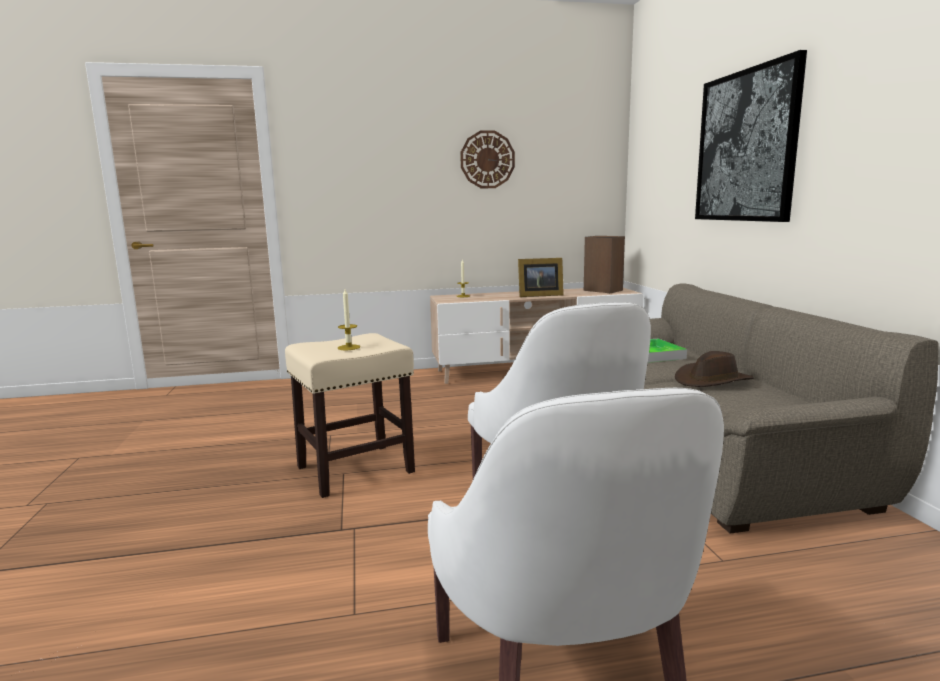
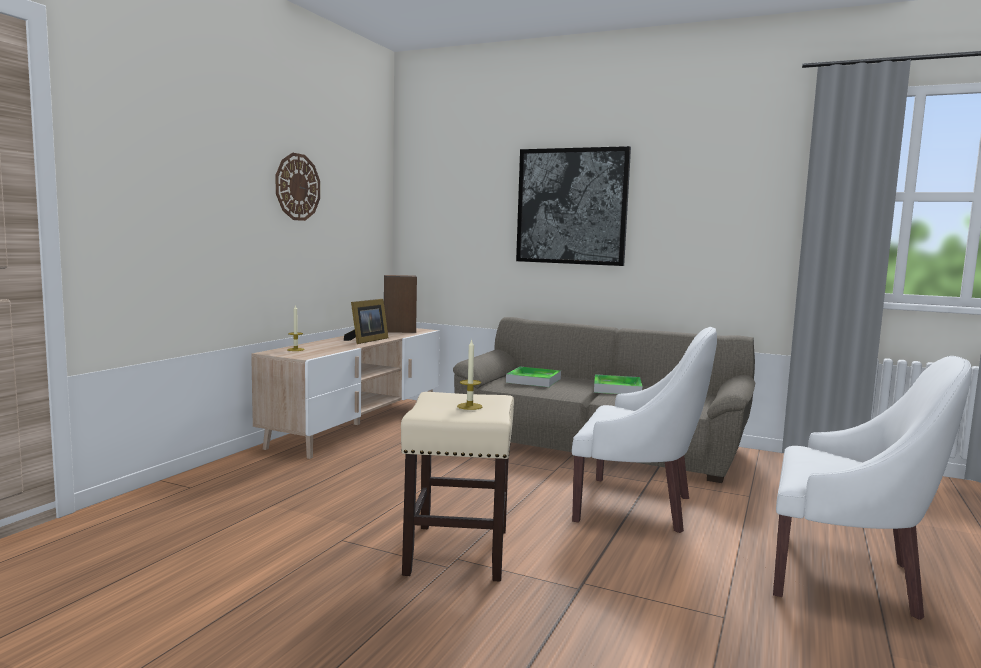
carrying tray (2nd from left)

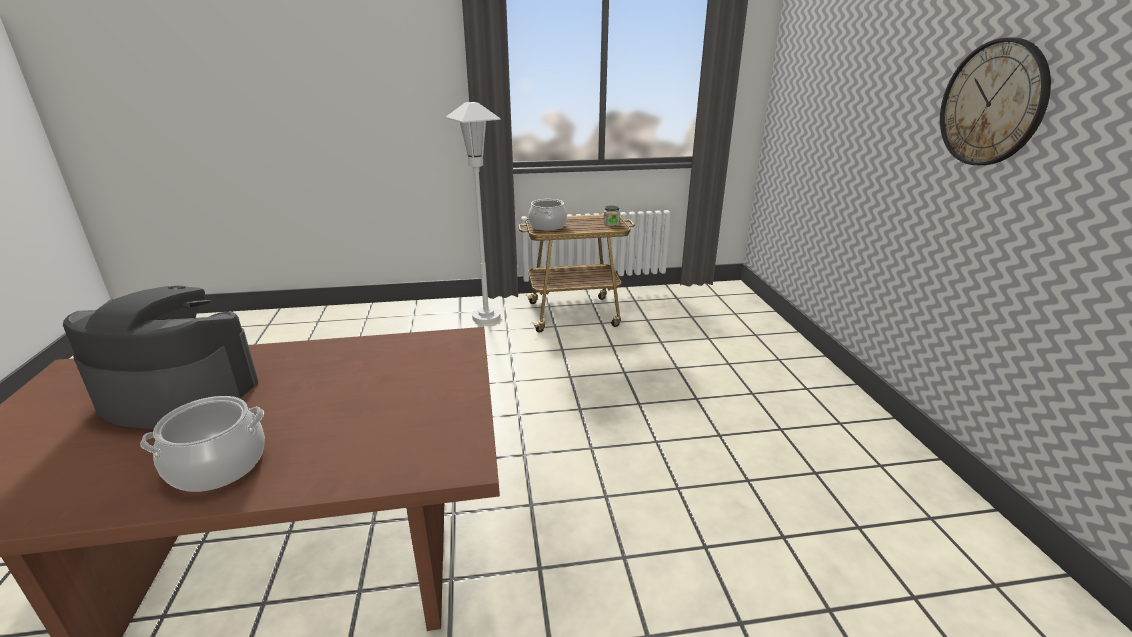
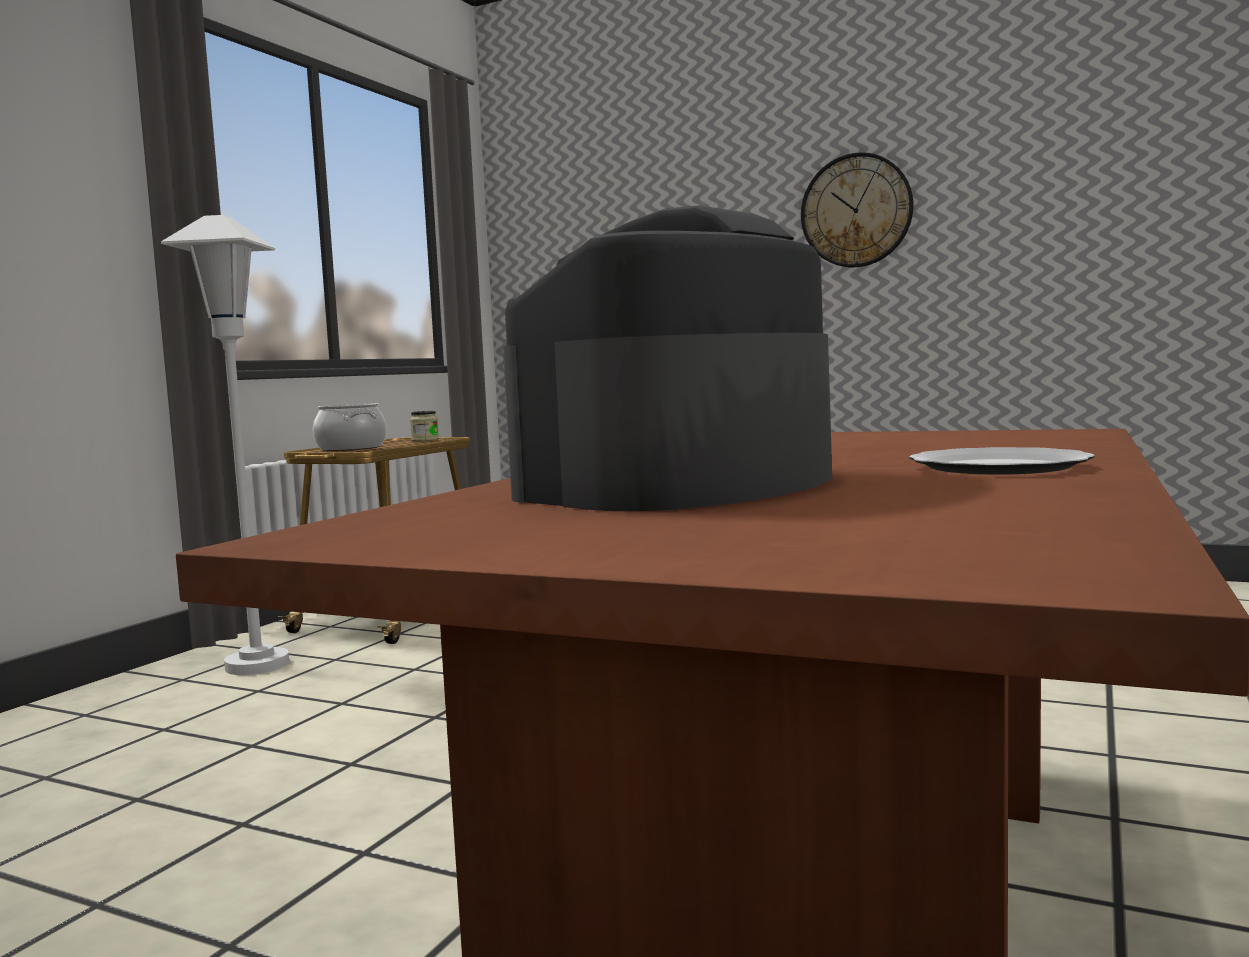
flat dish

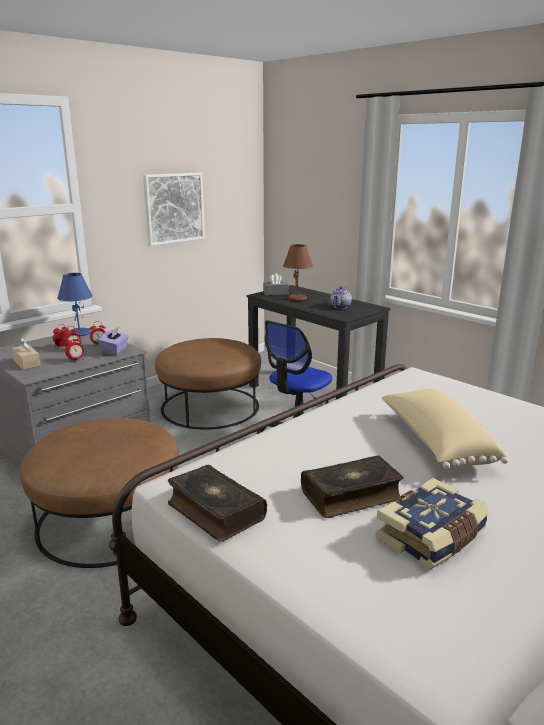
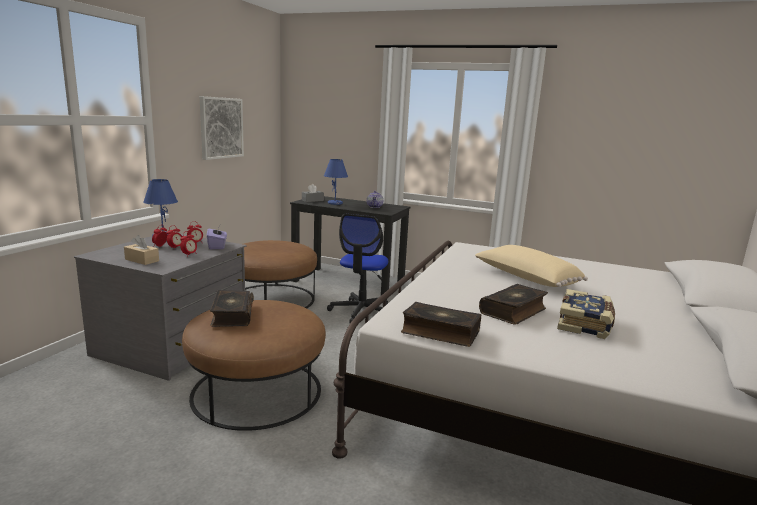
table lamp (bluish) (2nd from left)
book (1st from left)

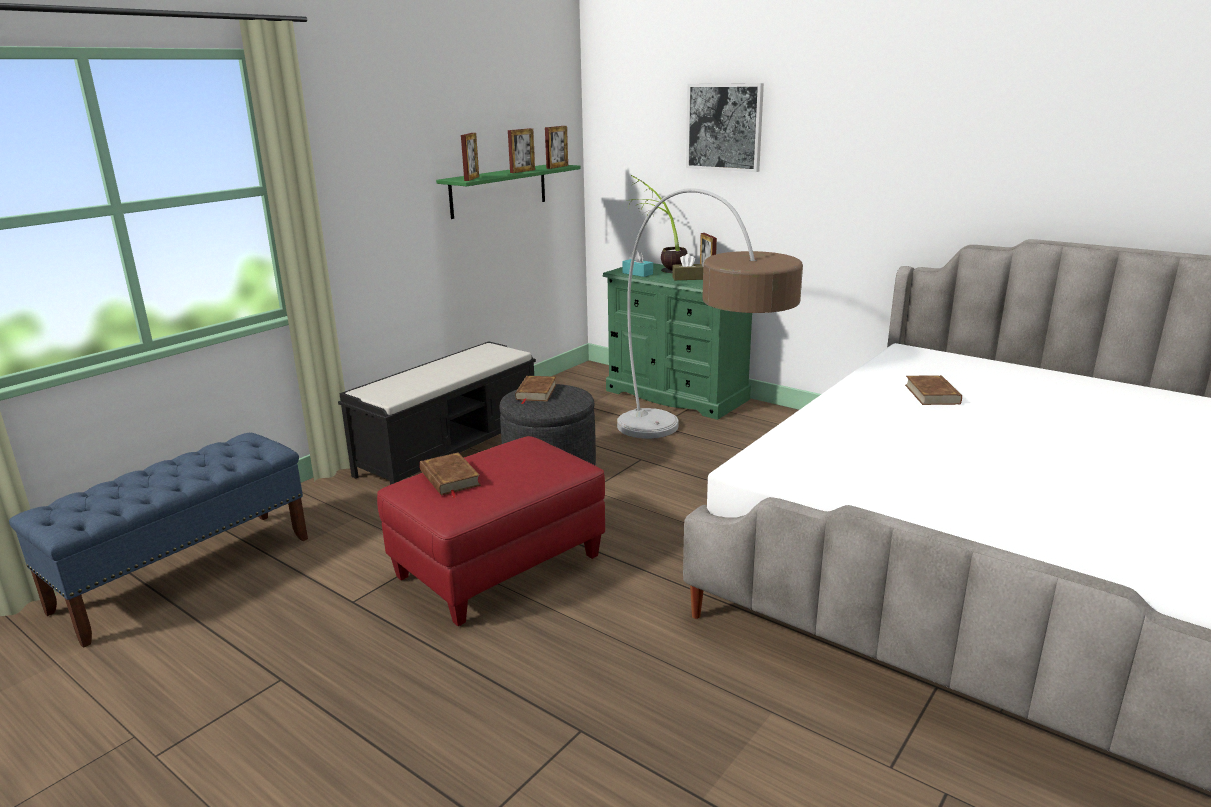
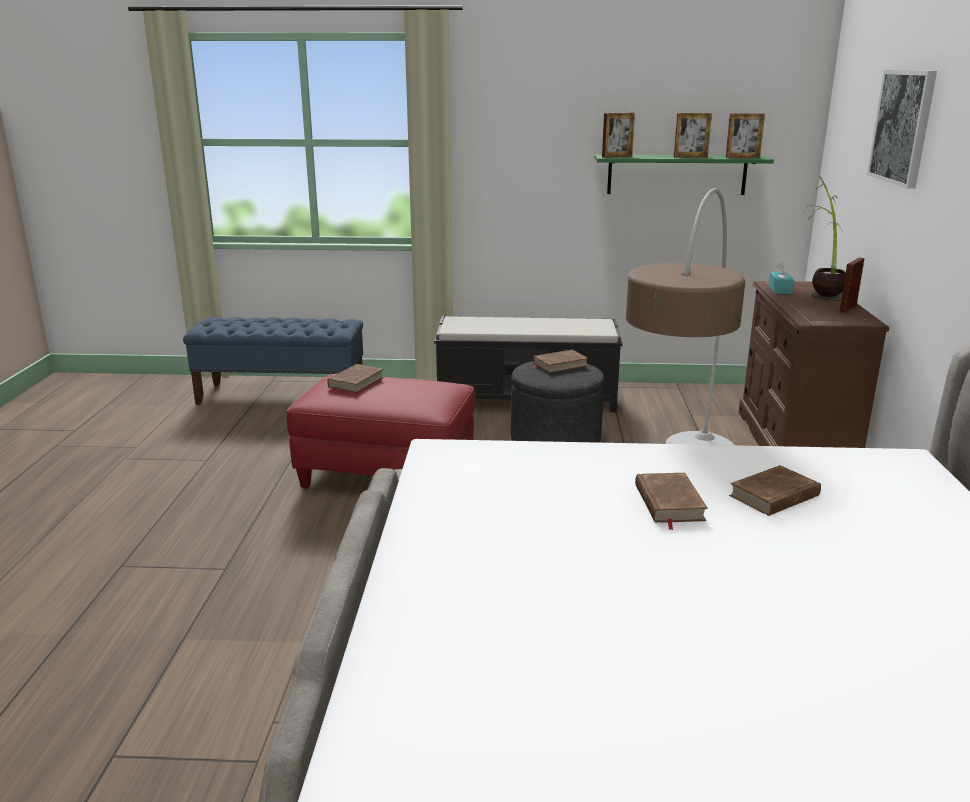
tissue box (brown)
chest of drawers (brown)
book (brown) (3rd from left)

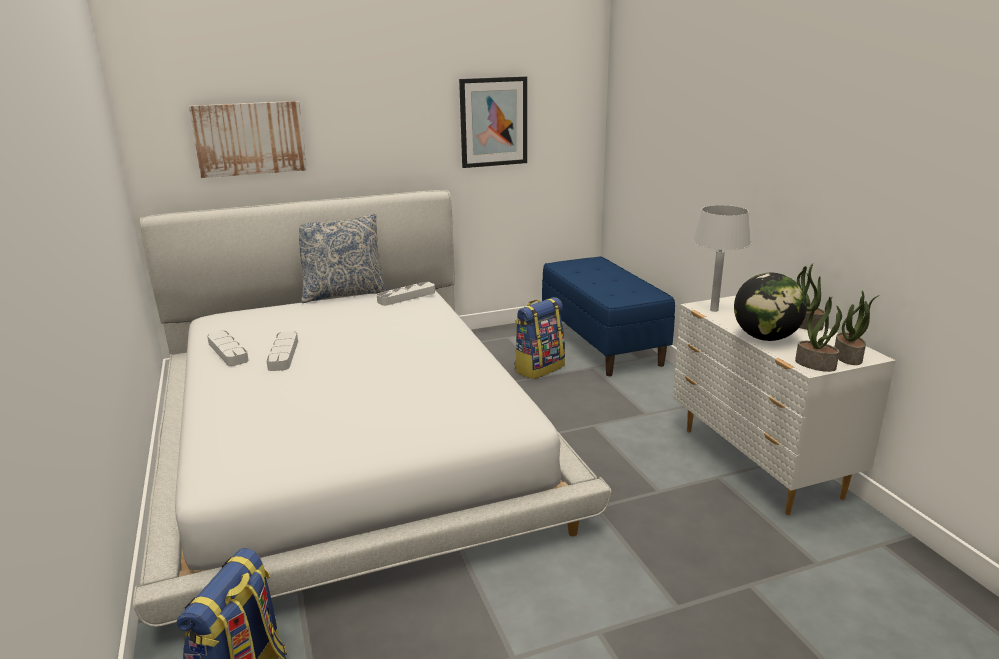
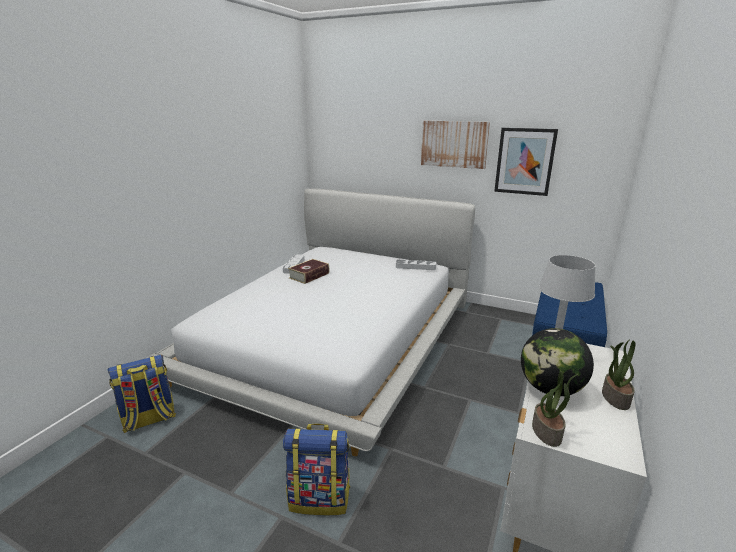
wall art (1st from left)
cushion
plant in a pot (3rd from left in the first image)
backpack (2nd from left)
book

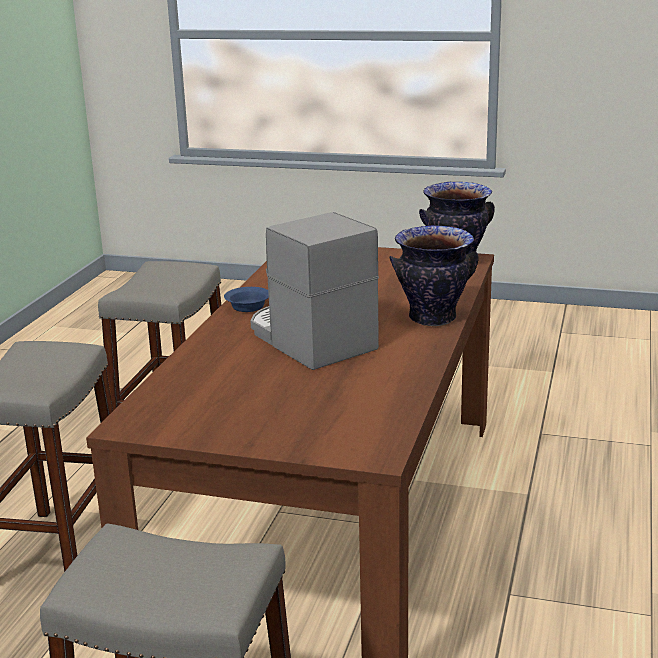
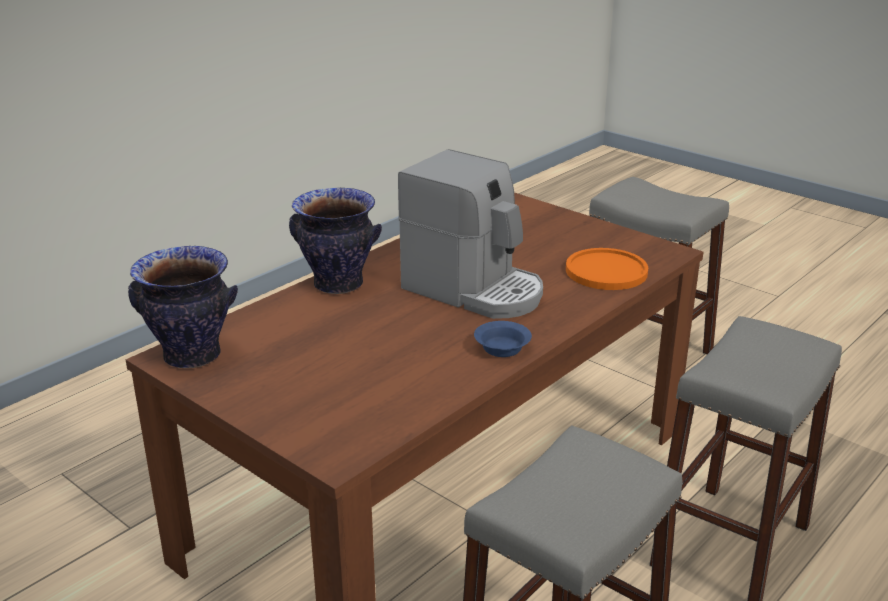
coffee machine
flat dish (orange)

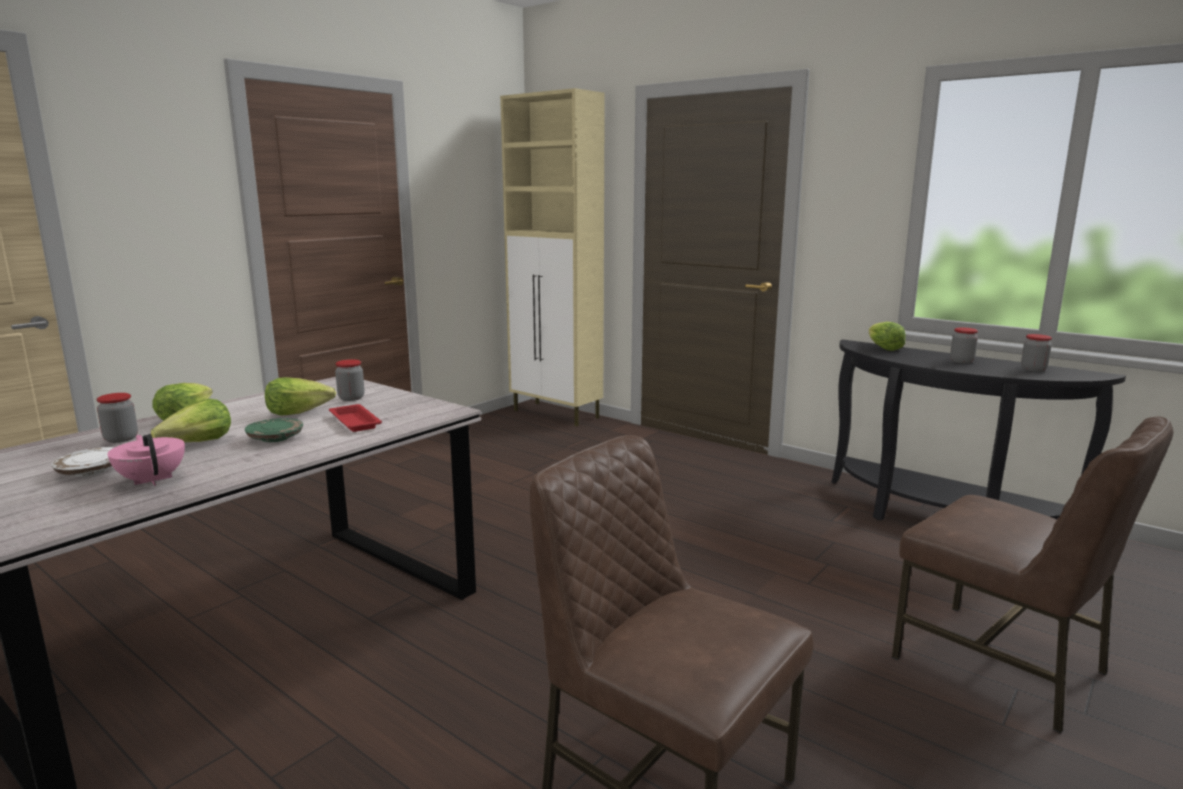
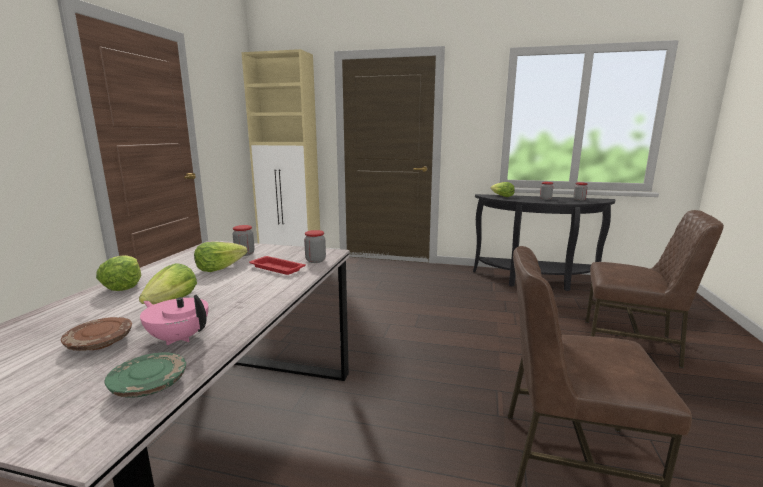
jar (2nd from left)
flat dish (greenish)
flat dish (brown)

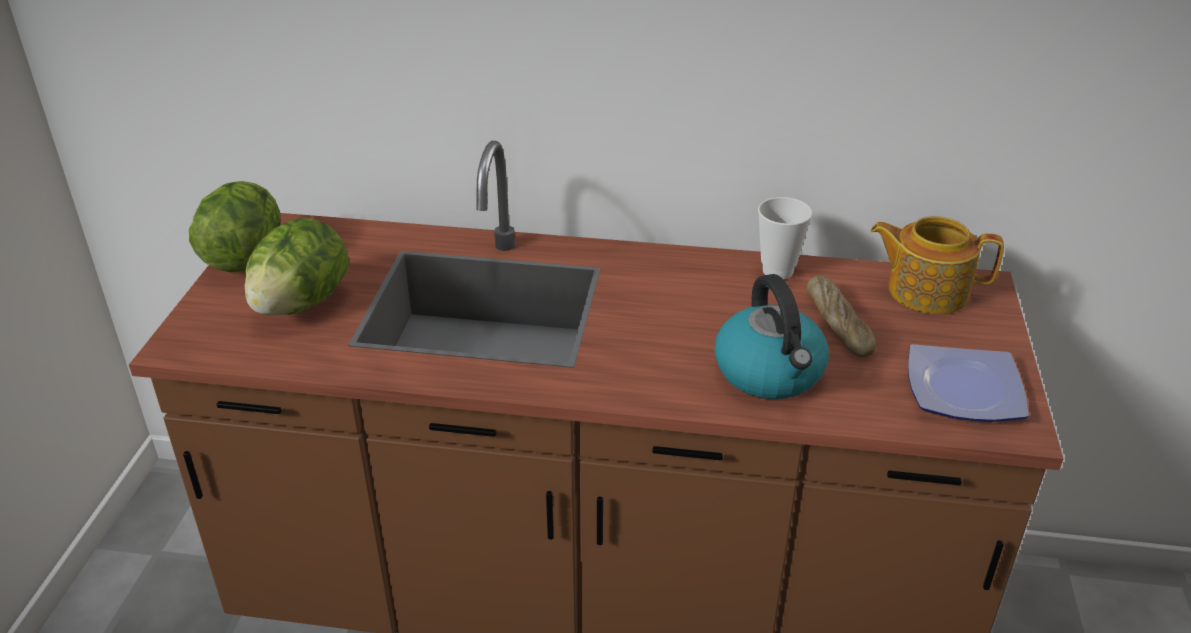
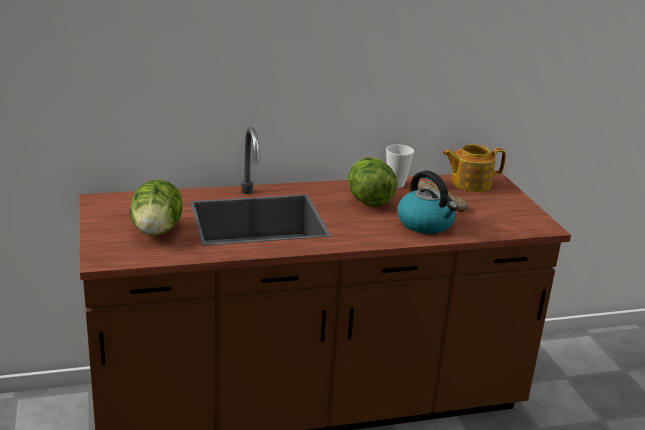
head of lettuce (2nd from left)
flat dish

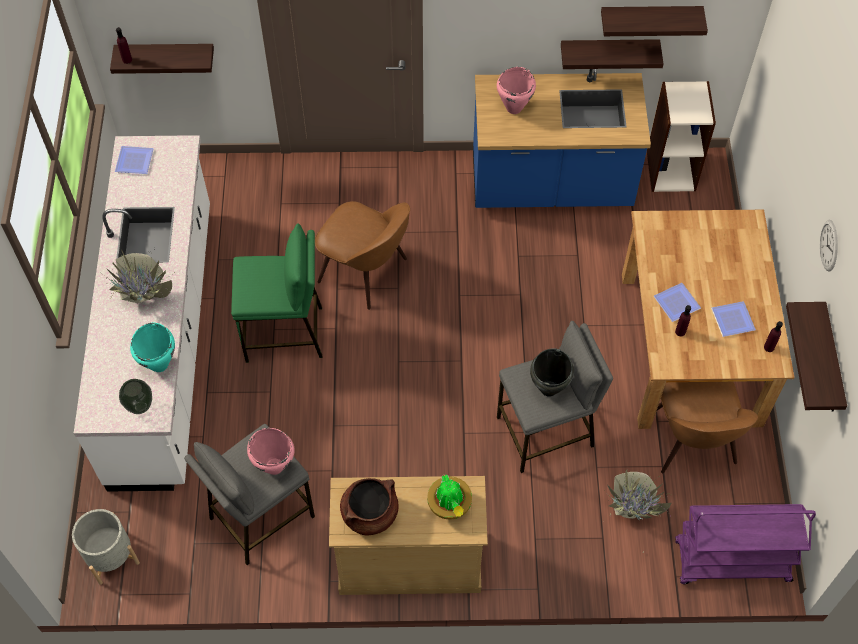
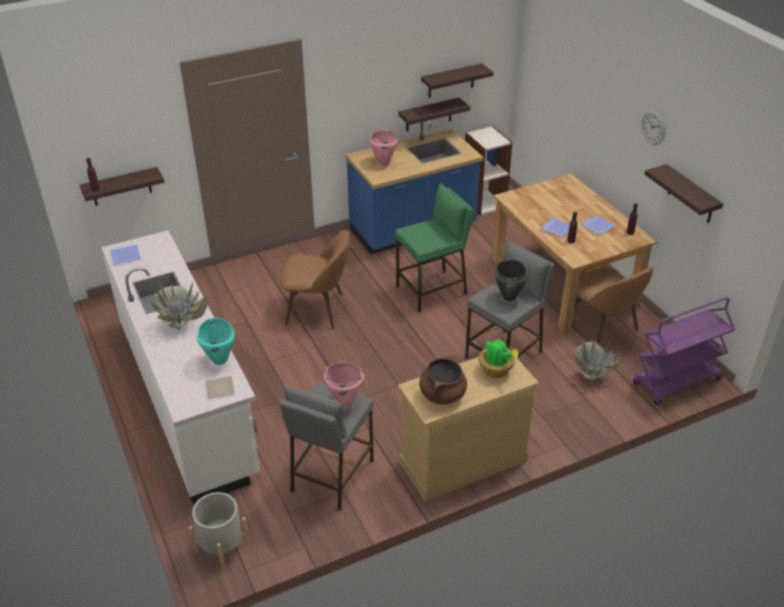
stool (greenish)
flat dish (2nd from left)

